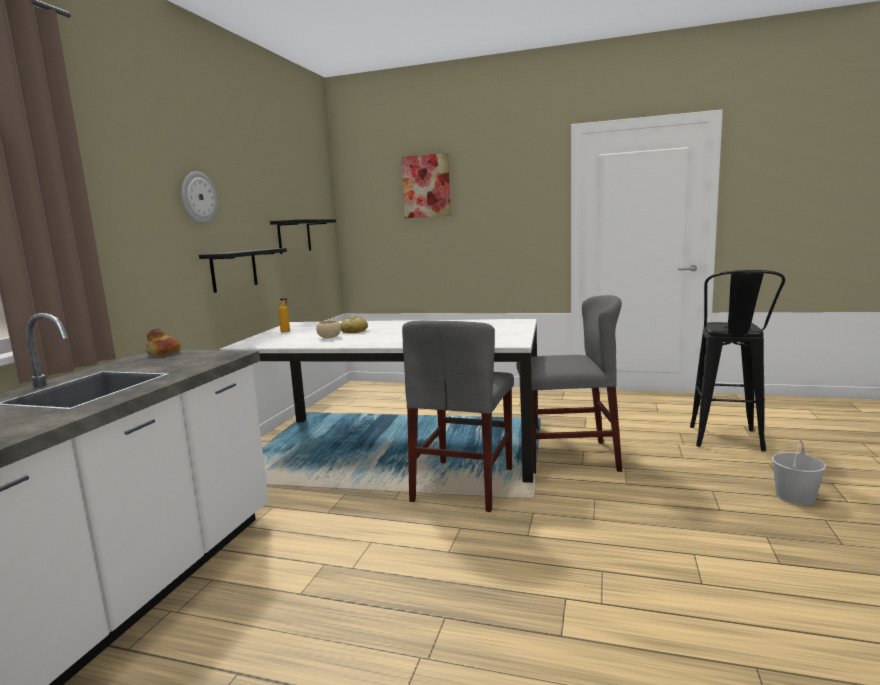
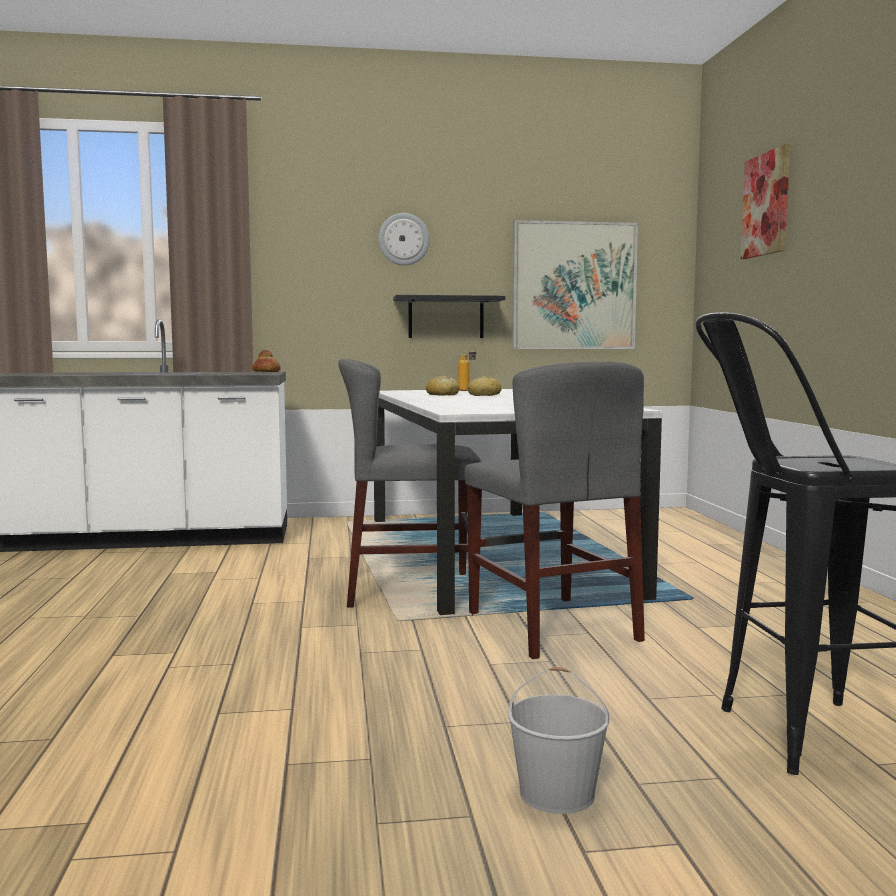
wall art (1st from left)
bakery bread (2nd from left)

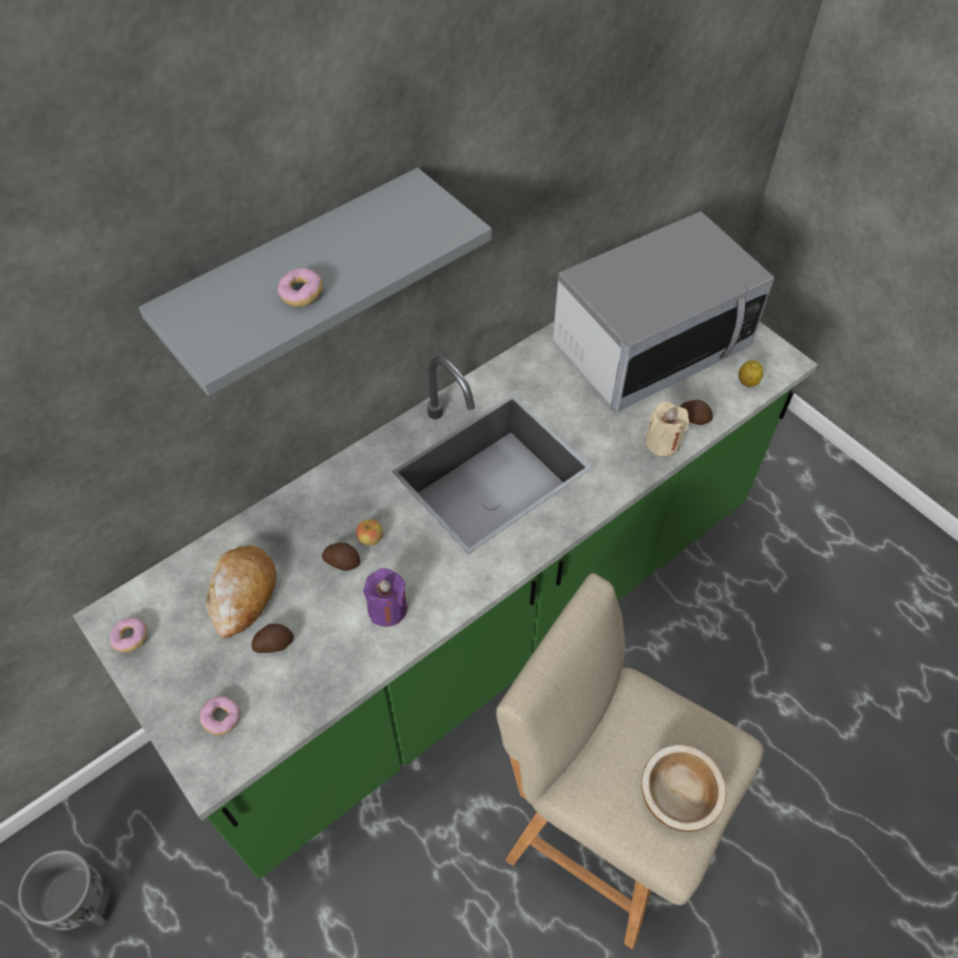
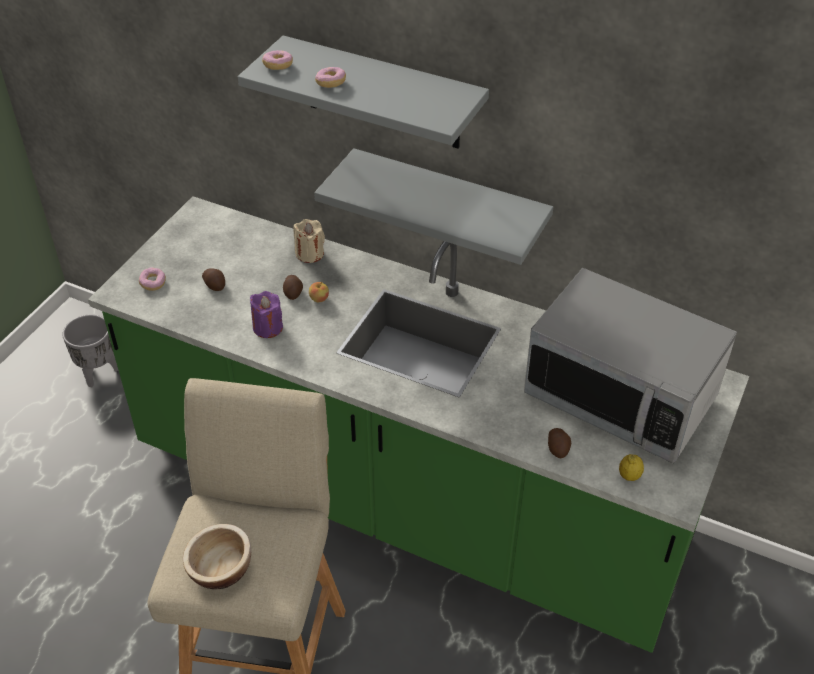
candle (beige)
bakery bread
donut (2nd from left)
shelf (greyish) (2nd from left)

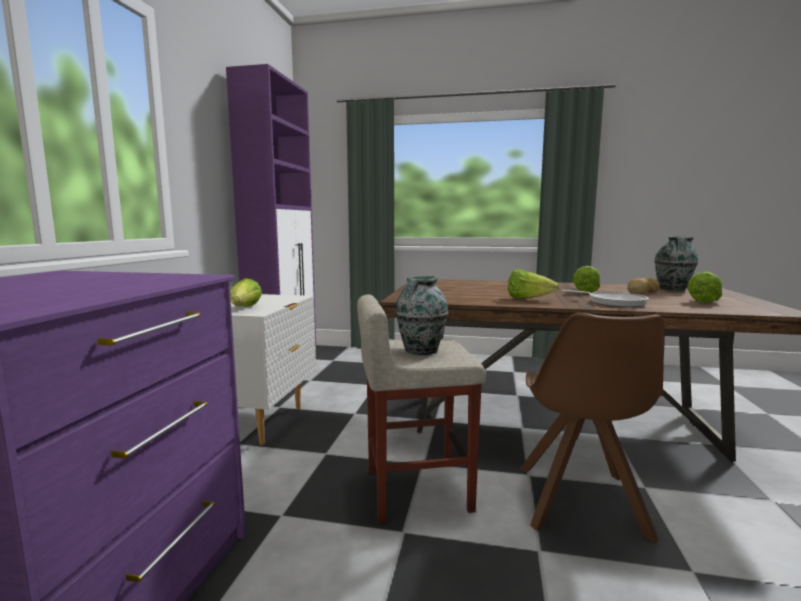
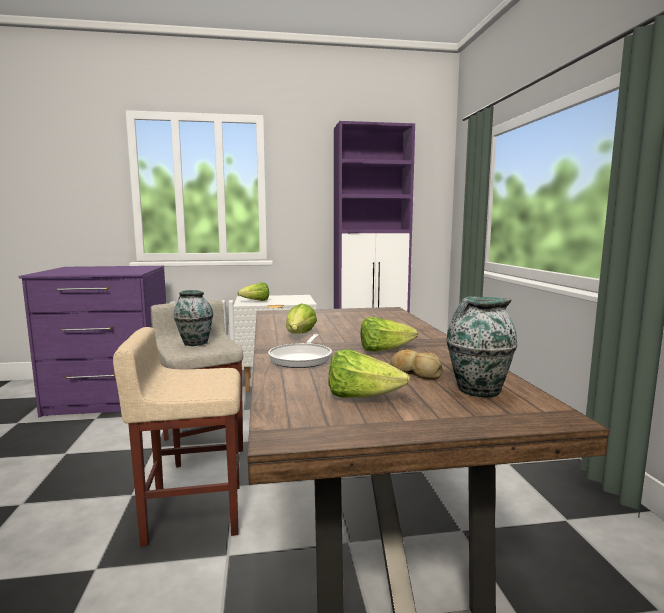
stool (beige) (1st from left)

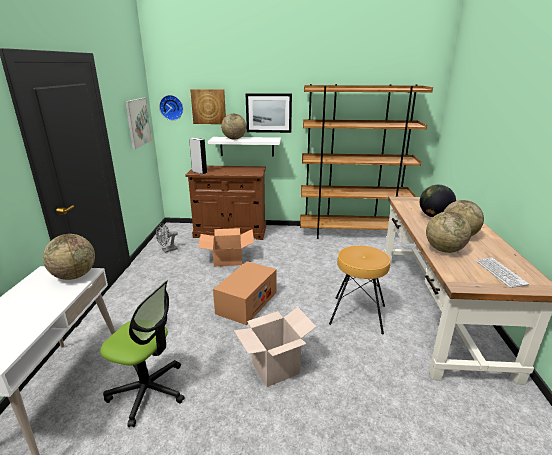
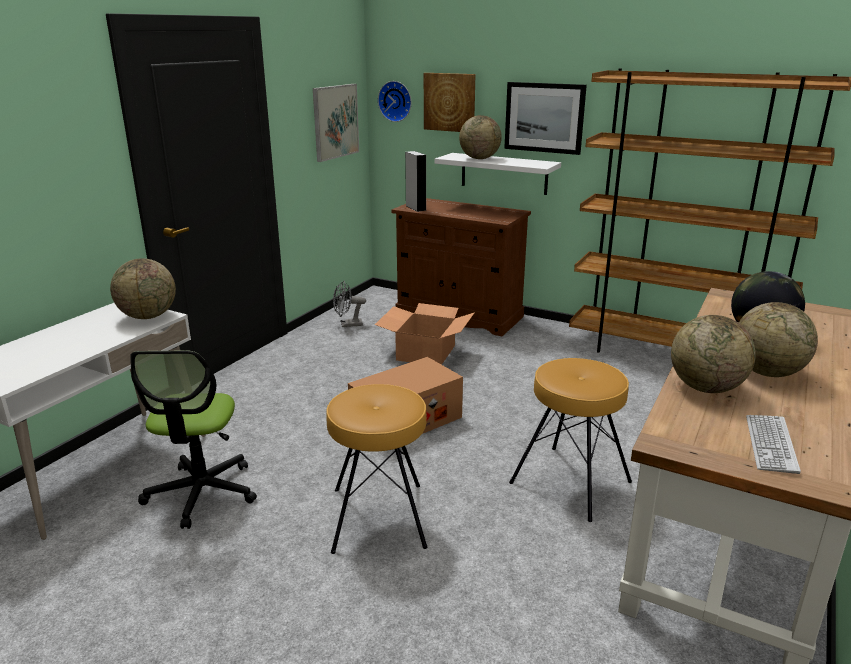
computer chair
stool (brown) (1st from left)

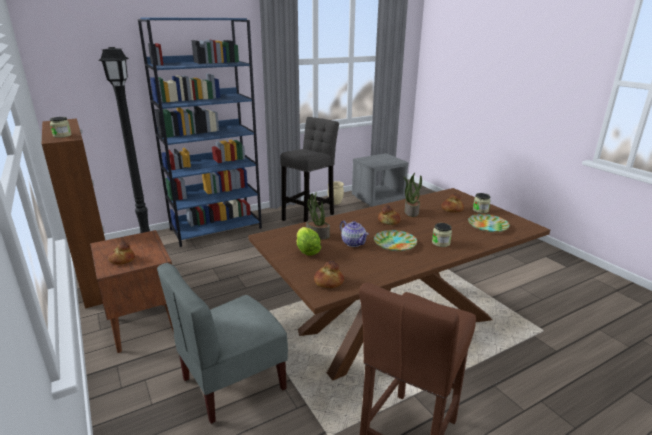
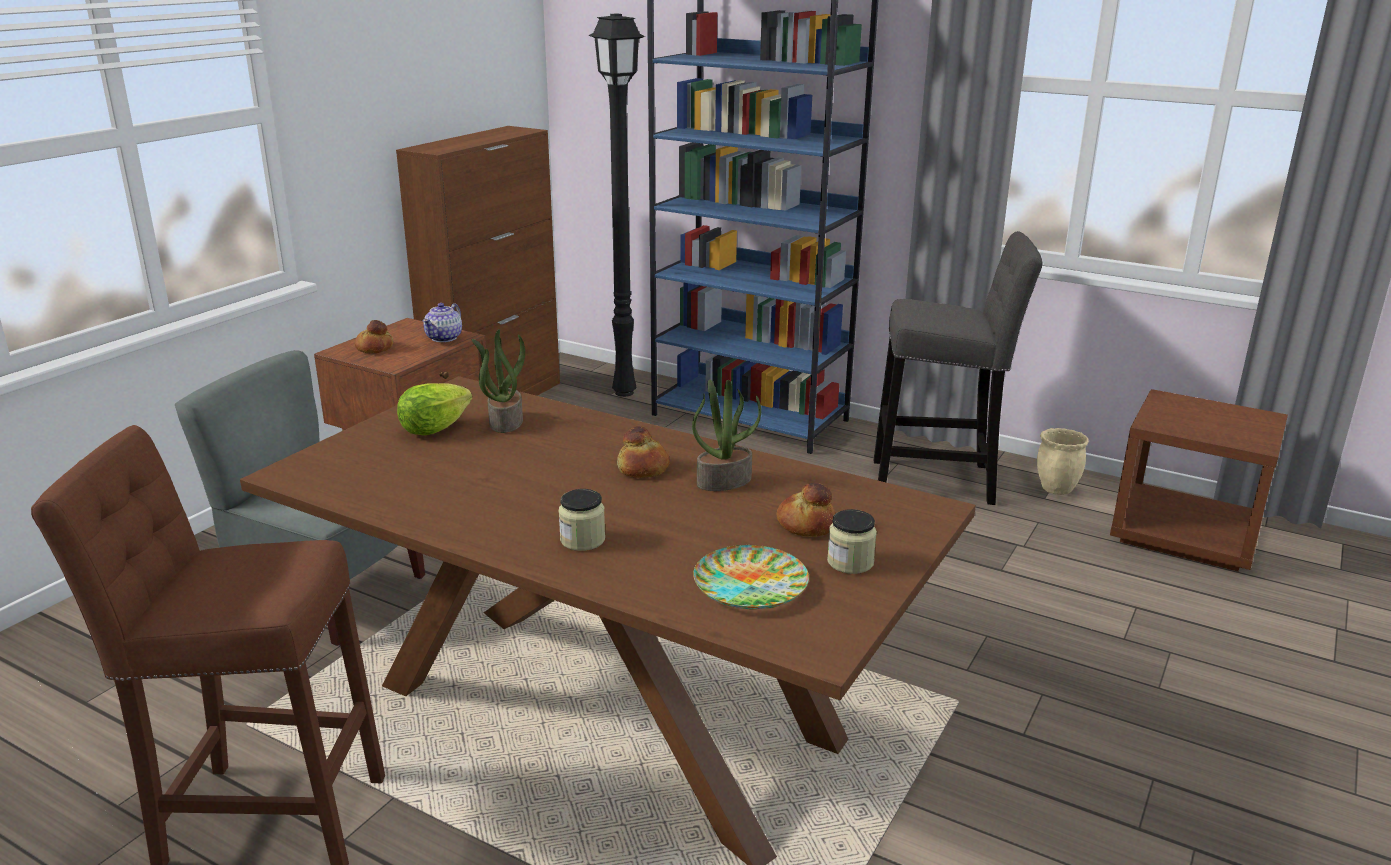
jar (1st from left in the first image)
nightstand (brown) (2nd from left)
teapot
flat dish (1st from left in the first image)
bakery bread (2nd from left in the first image)

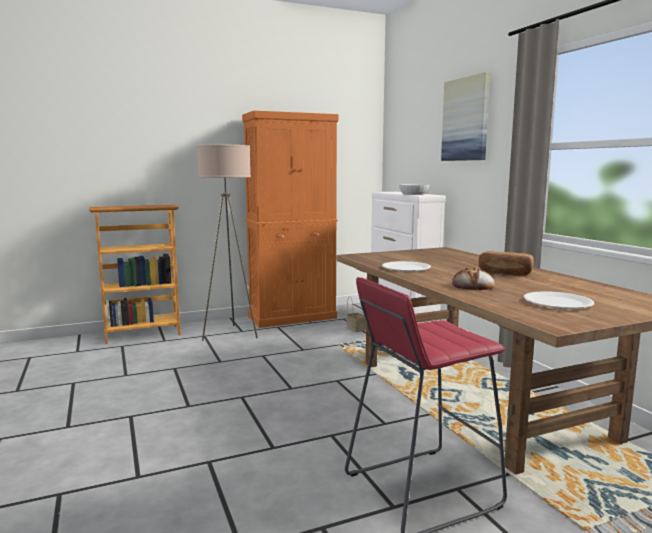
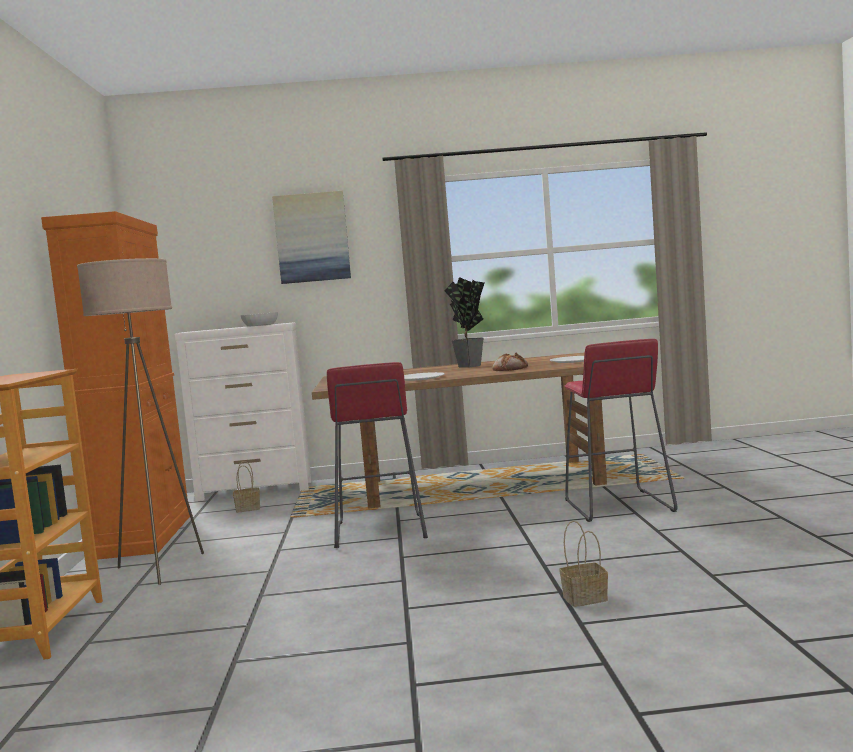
plant in a pot
stool (red-coloured) (1st from left)
basket (2nd from left)

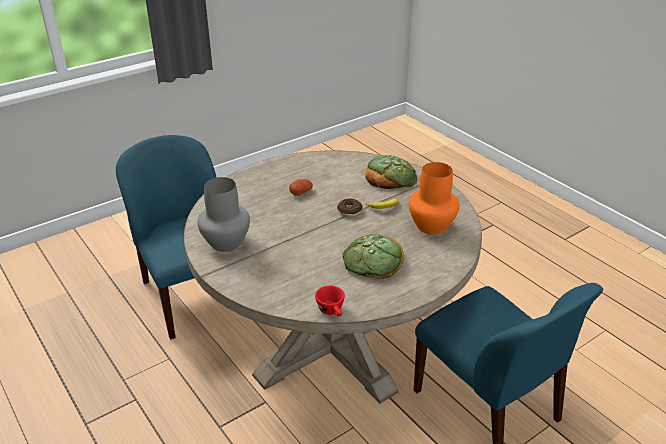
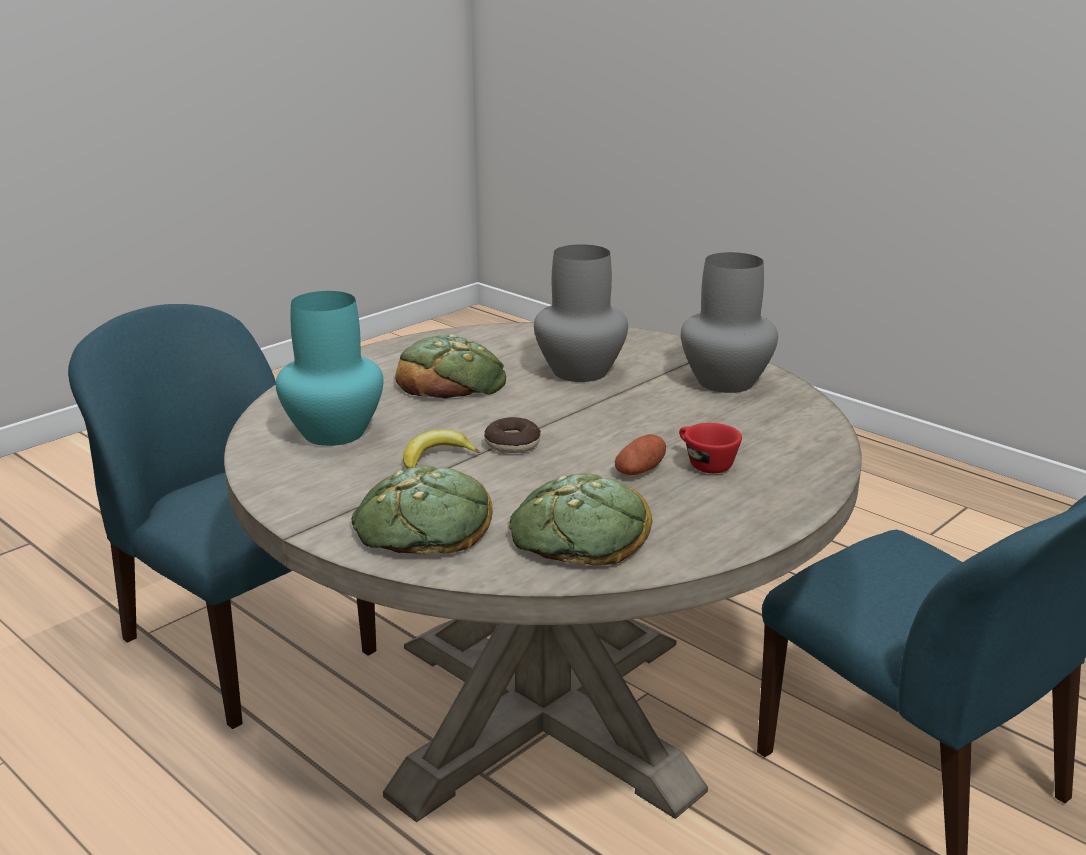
flower vase (turquoise)
cup (red-coloured)
flower vase (greyish) (1st from left)
bakery bread (3rd from left)

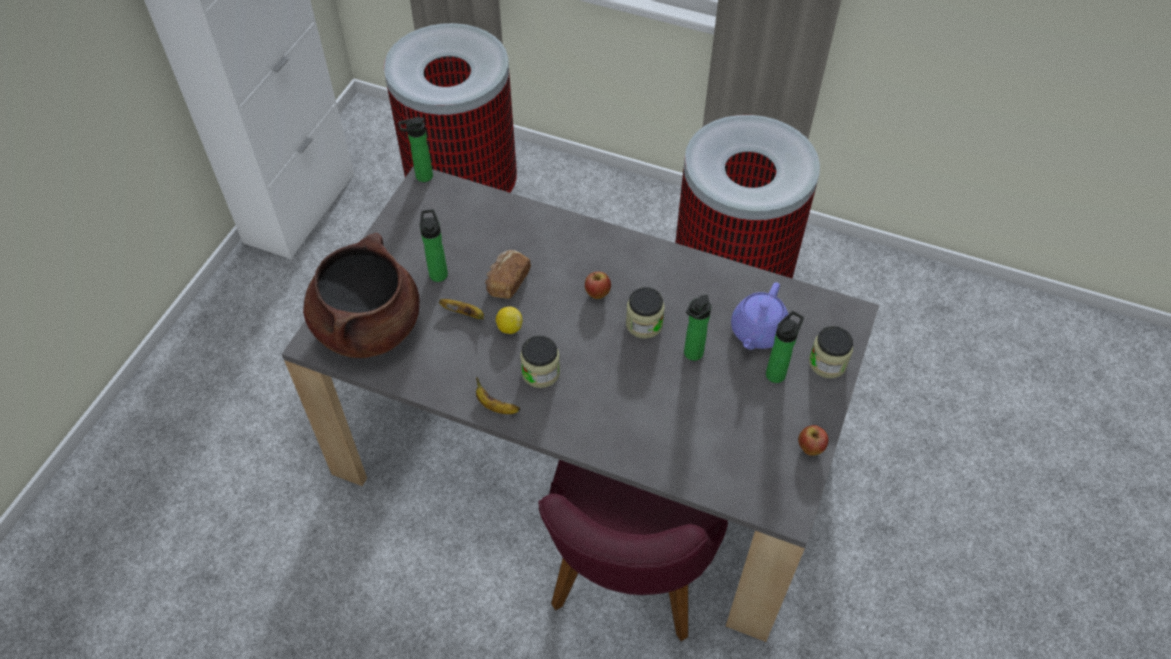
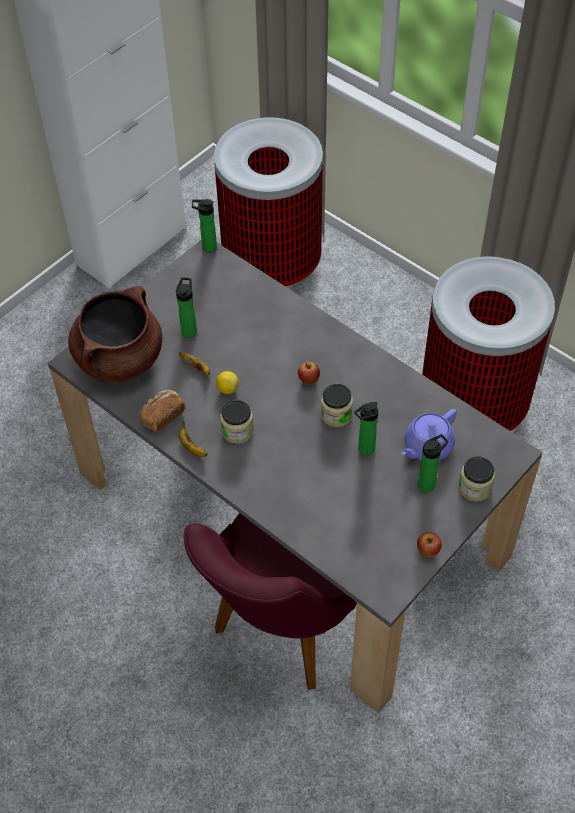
bakery bread

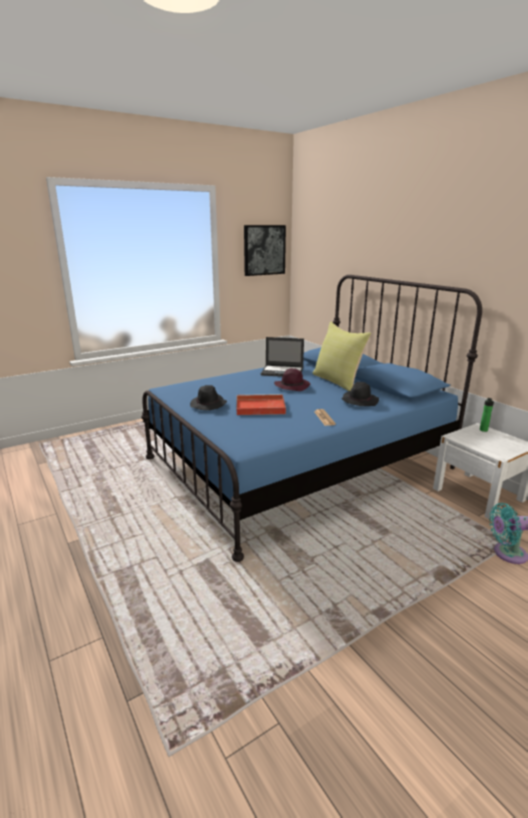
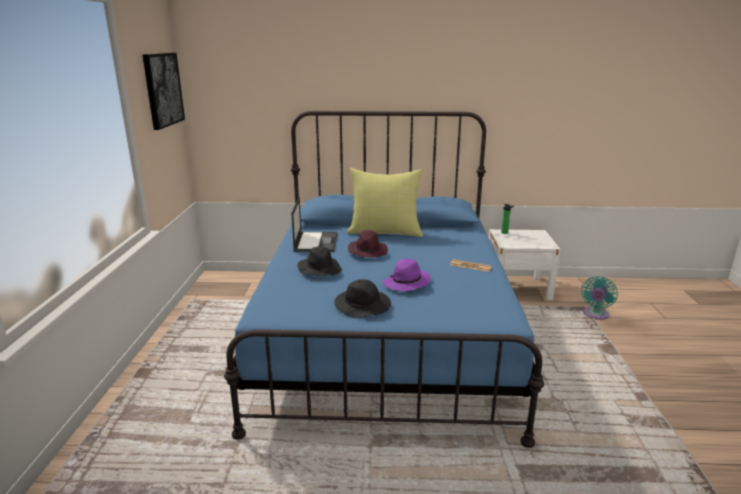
laptop
wearable hat (black-coloured) (1st from left)
wearable hat (purplish) (2nd from left)

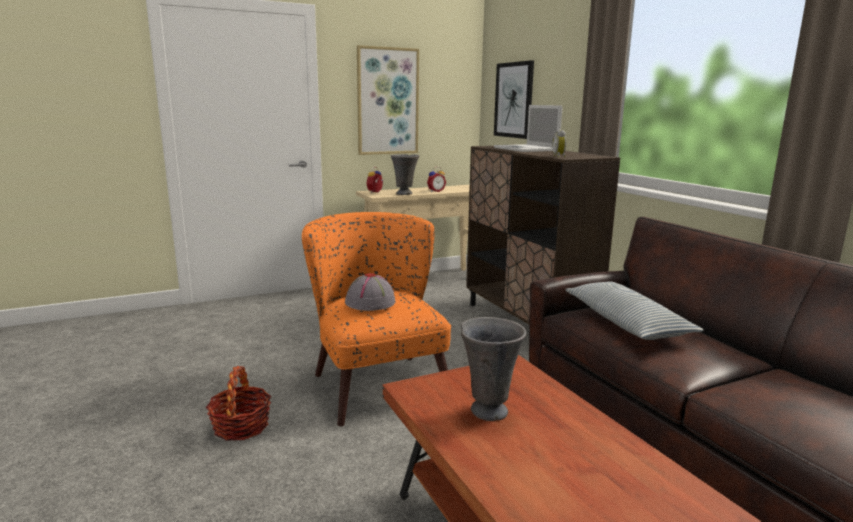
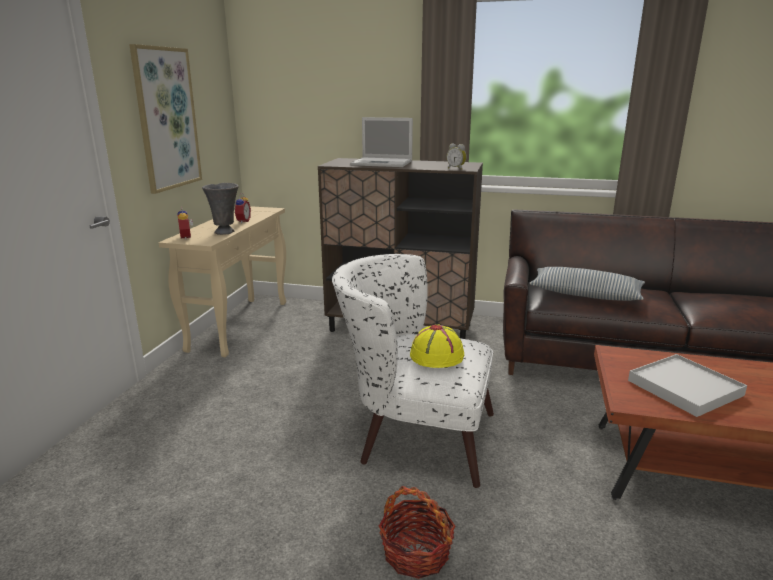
wall art (2nd from left in the first image)
armchair (white)
wearable hat (yellowish)
carrying tray (white)

